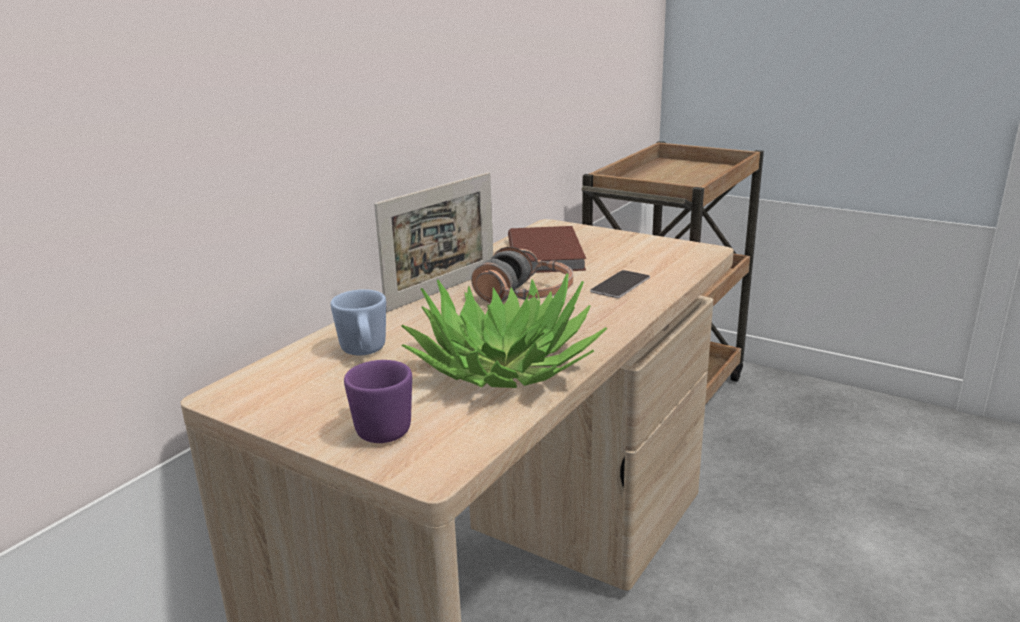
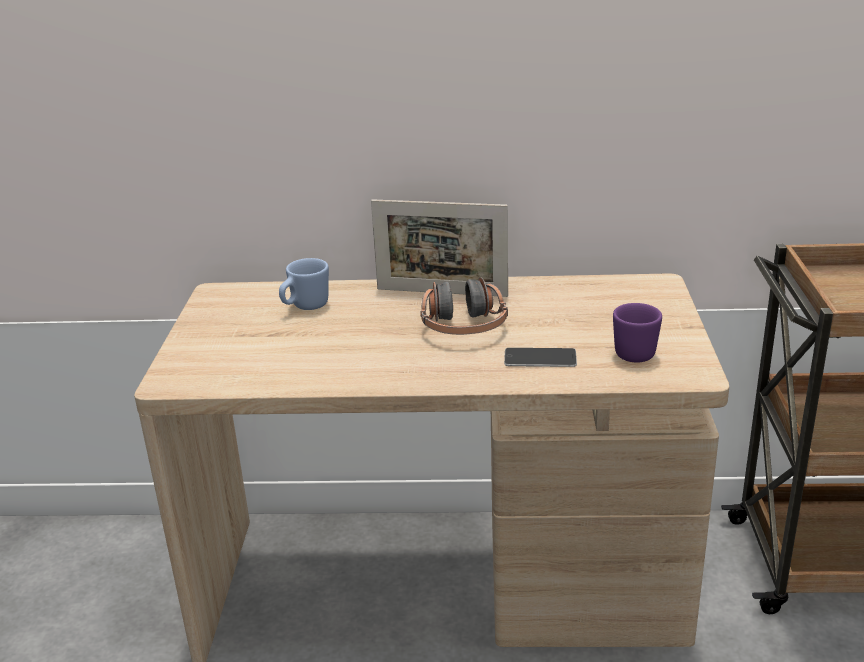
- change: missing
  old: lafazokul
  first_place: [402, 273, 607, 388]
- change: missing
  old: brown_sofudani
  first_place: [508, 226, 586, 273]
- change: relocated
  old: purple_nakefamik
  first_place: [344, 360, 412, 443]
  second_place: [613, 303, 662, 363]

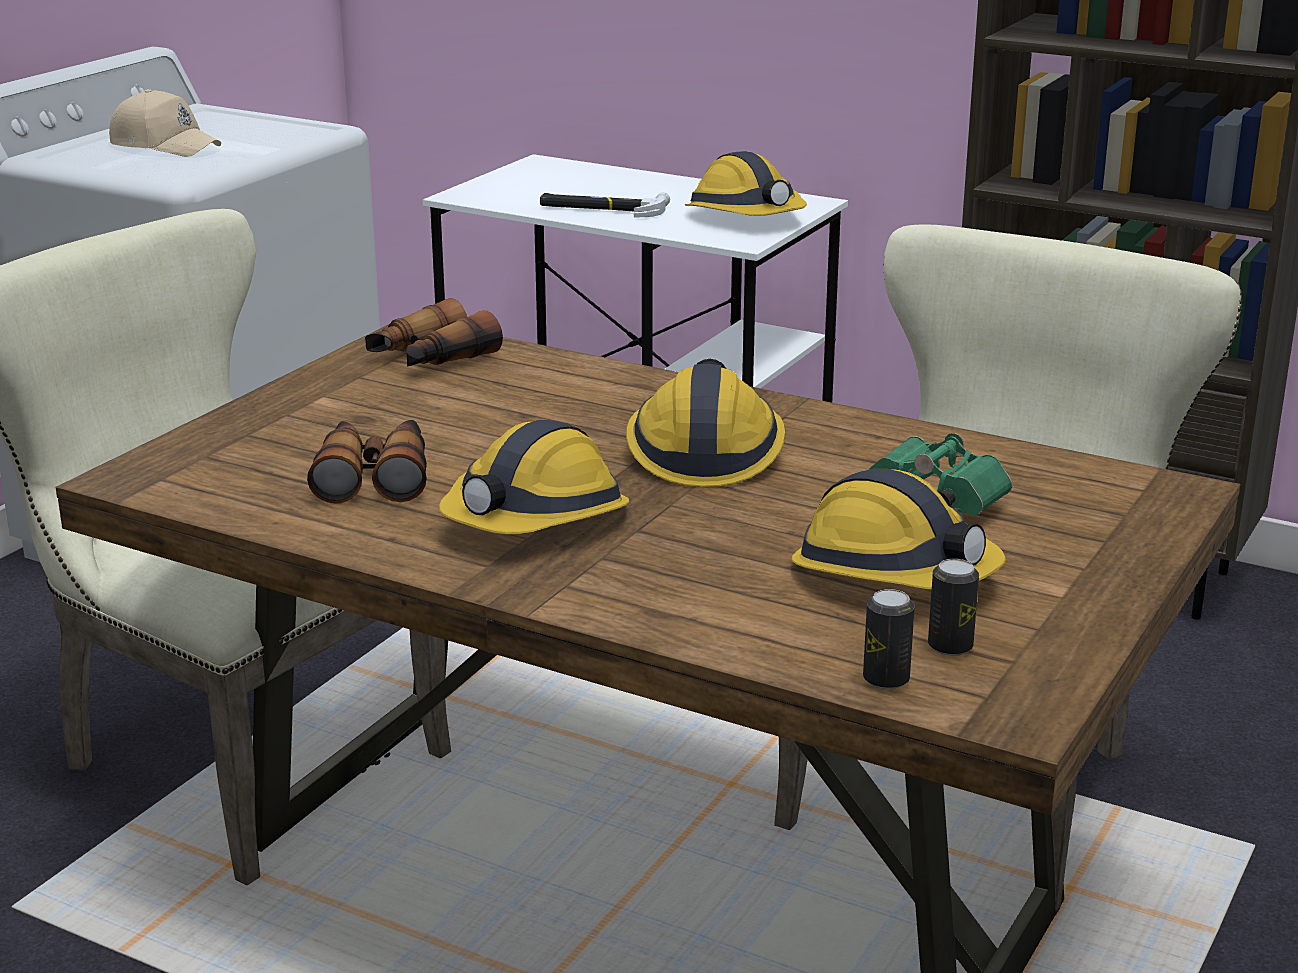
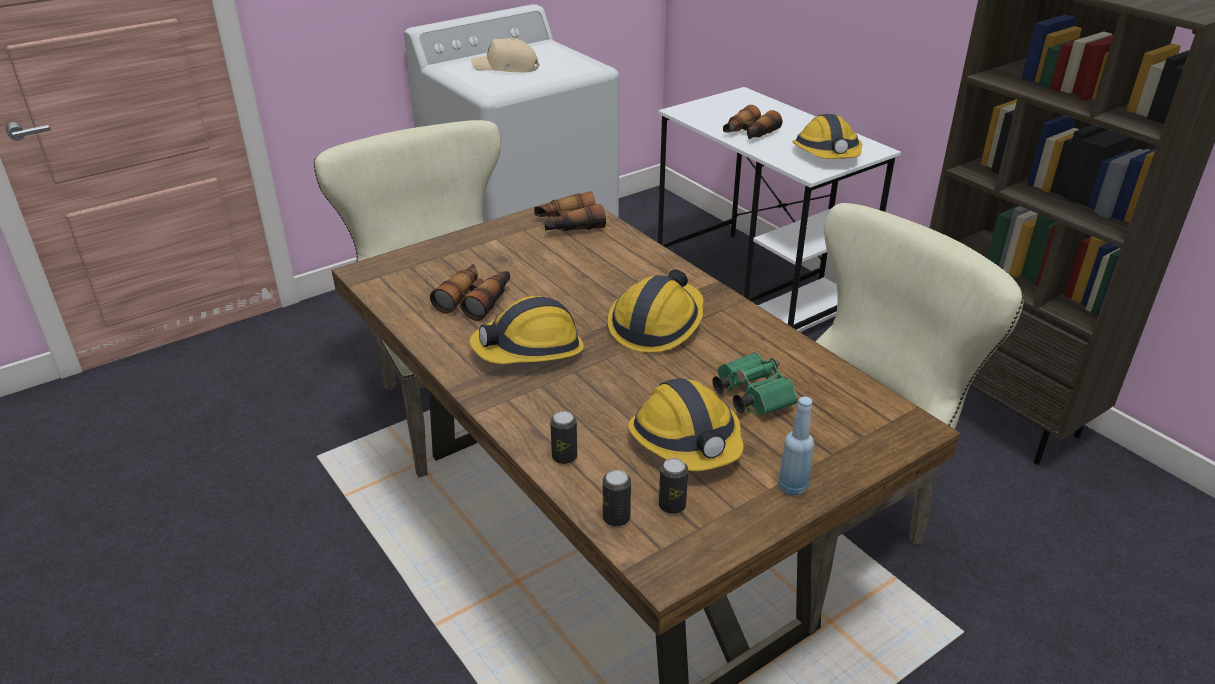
- change: appeared
  new: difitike
  second_place: [550, 411, 577, 464]
- change: appeared
  new: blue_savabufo
  second_place: [778, 397, 814, 496]
- change: exchanged
  old: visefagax
  new: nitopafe
  first_place: [540, 192, 670, 218]
  second_place: [723, 105, 782, 139]
- change: spun
  old: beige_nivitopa
  first_place: [109, 89, 221, 157]
  second_place: [471, 38, 540, 72]
  degrees: 135

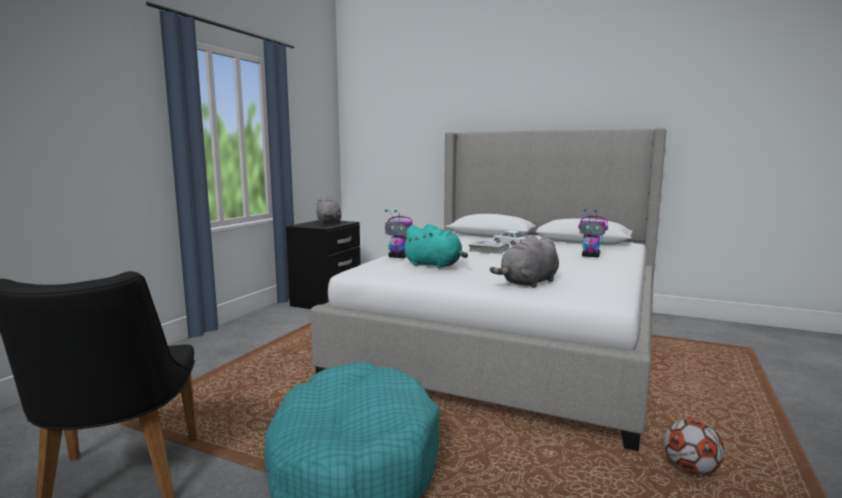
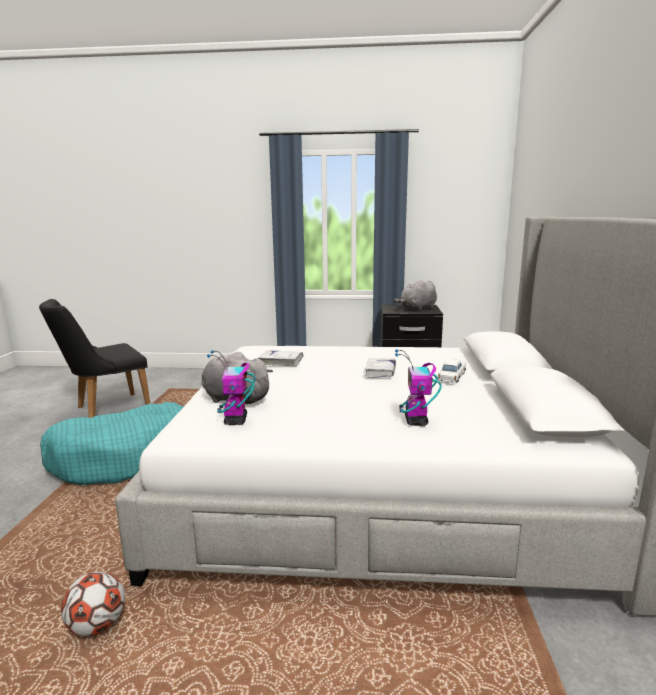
- change: relocated
  old: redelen
  first_place: [385, 210, 412, 258]
  second_place: [207, 350, 255, 425]
- change: exchanged
  old: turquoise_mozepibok
  new: white_sofudani
  first_place: [401, 224, 468, 269]
  second_place: [259, 350, 303, 366]

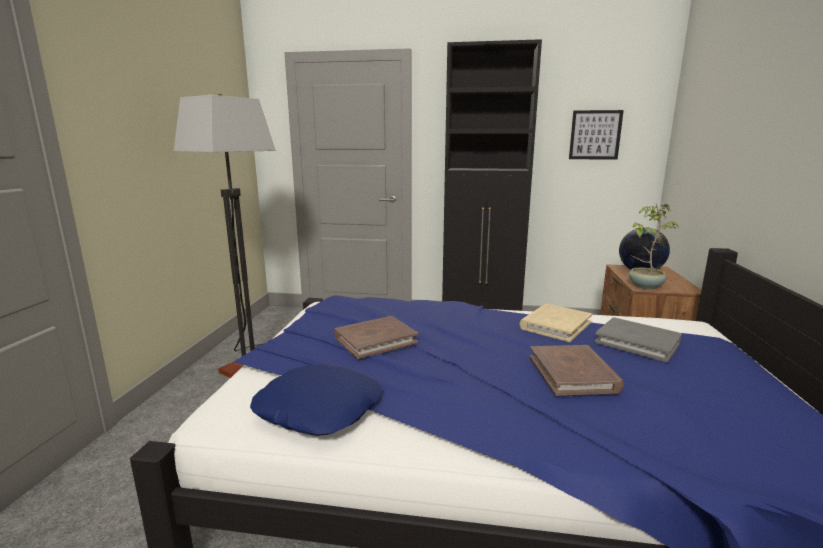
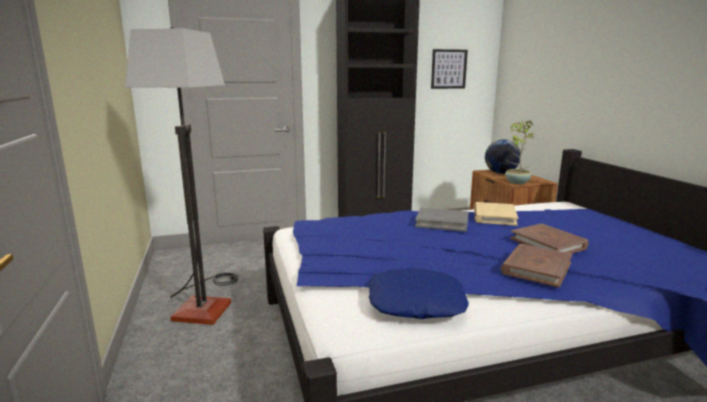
- change: relocated
  old: brown_sofudani
  first_place: [334, 316, 418, 359]
  second_place: [501, 244, 572, 287]
- change: relocated
  old: grey_sofudani
  first_place: [594, 317, 682, 363]
  second_place: [415, 208, 468, 232]

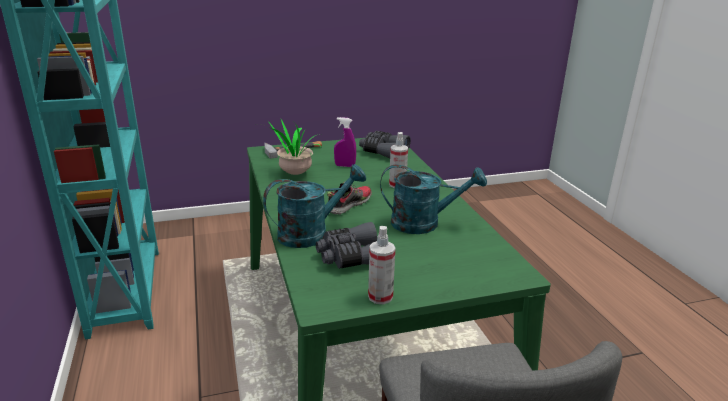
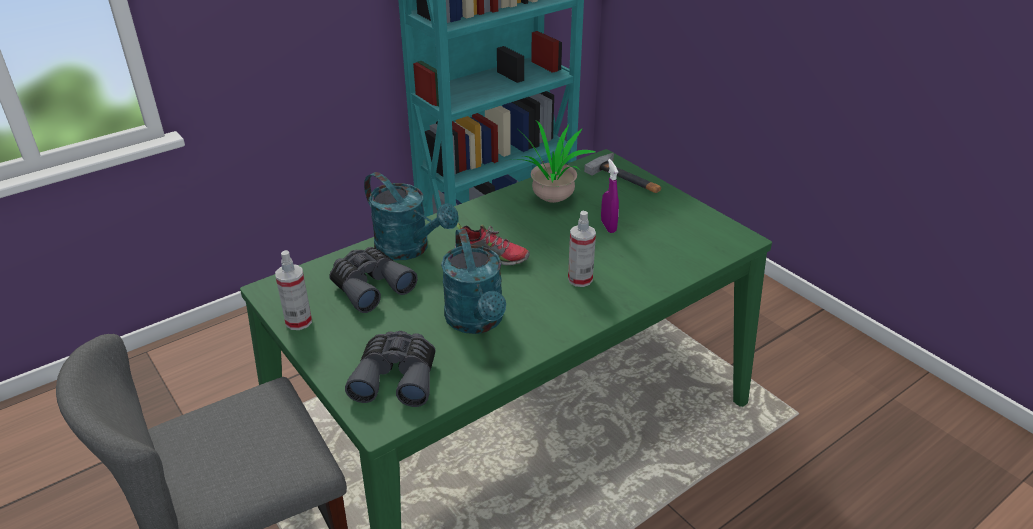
- change: relocated
  old: grey_nitopafe
  first_place: [359, 131, 411, 158]
  second_place: [345, 331, 436, 407]

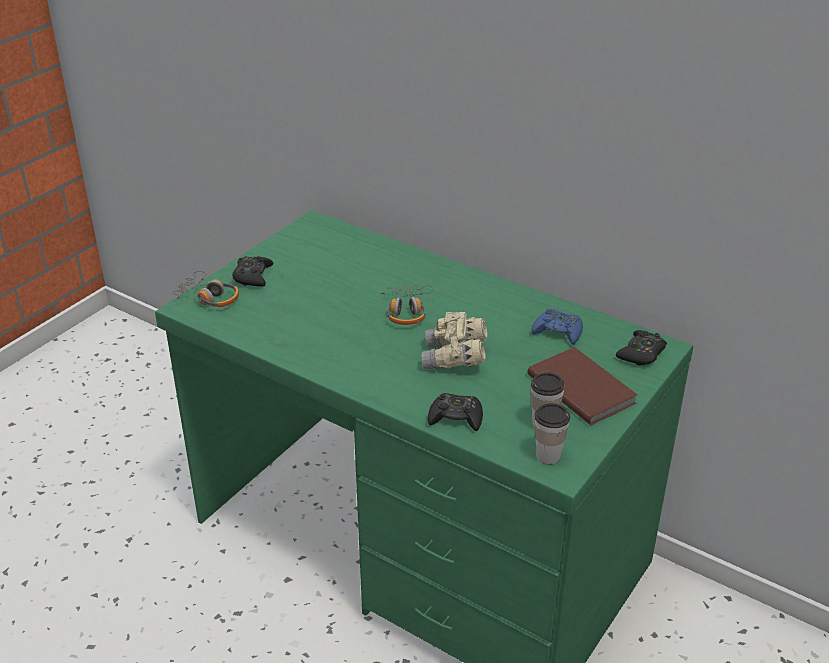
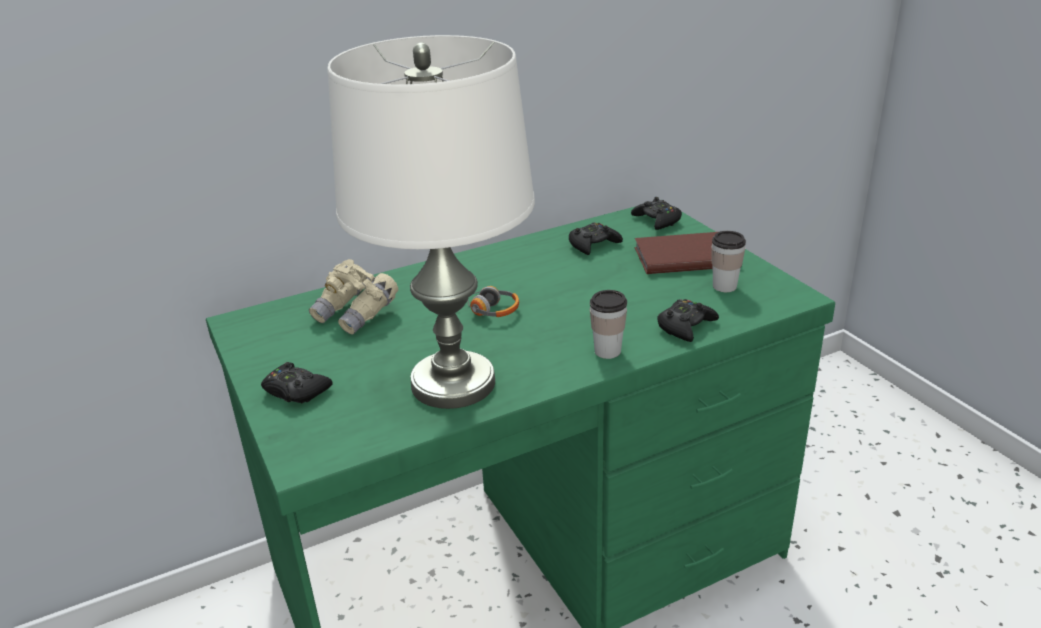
- change: missing
  old: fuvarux
  first_place: [173, 271, 239, 307]
- change: appeared
  new: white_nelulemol
  second_place: [328, 35, 535, 409]
- change: relocated
  old: beige_nitopafe
  first_place: [421, 312, 488, 369]
  second_place: [309, 259, 398, 335]
- change: relocated
  old: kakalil
  first_place: [534, 403, 570, 464]
  second_place: [590, 290, 627, 359]
- change: colour
  old: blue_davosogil
  new: black_davosogil
  first_place: [531, 308, 583, 345]
  second_place: [569, 222, 623, 255]

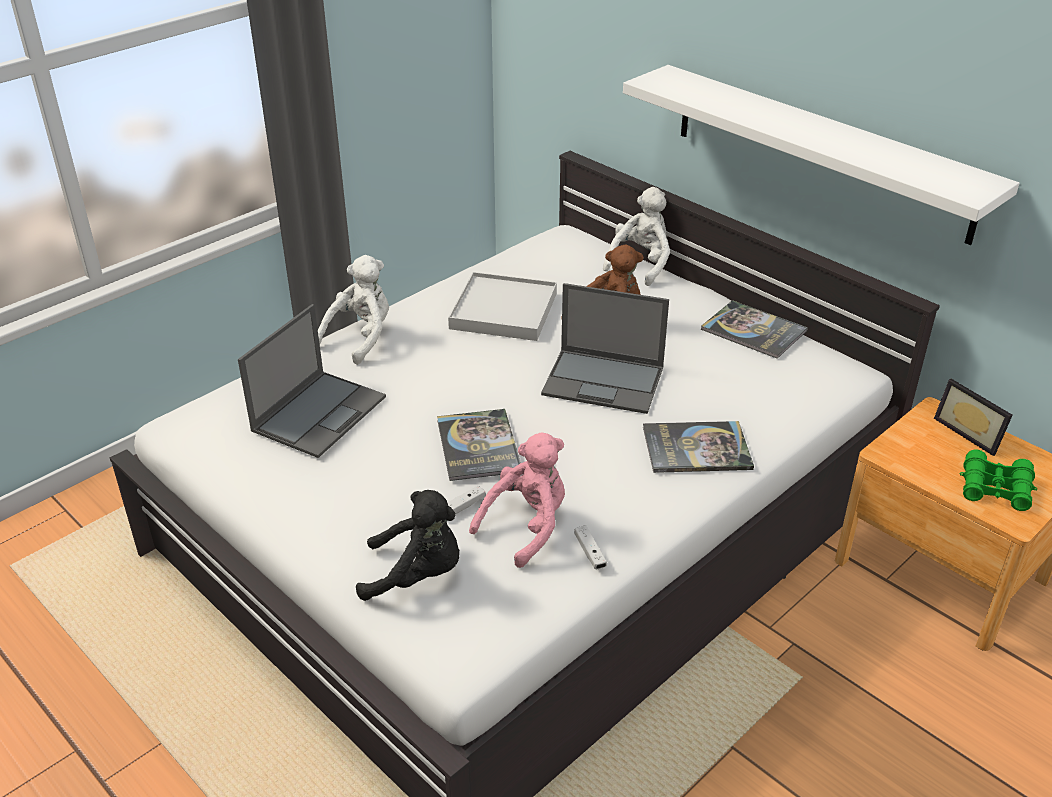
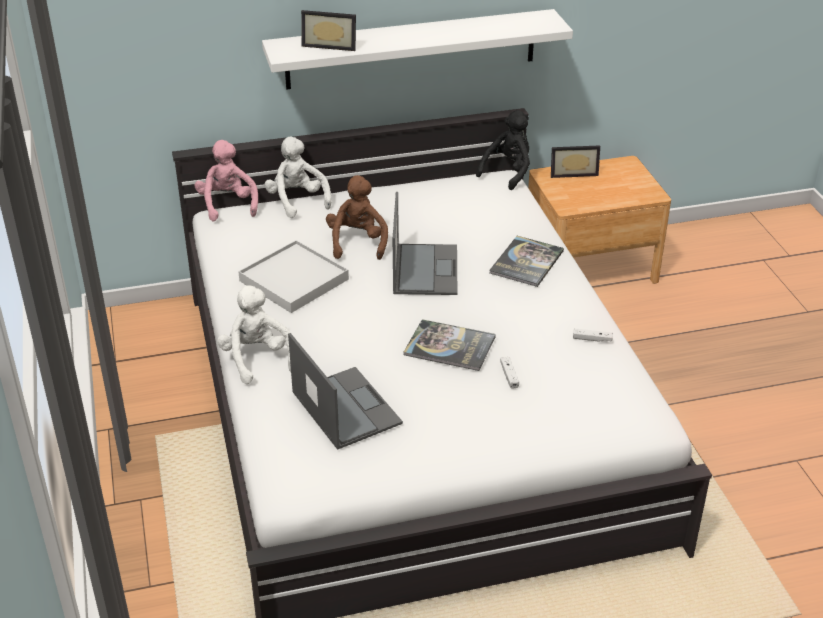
- change: missing
  old: sofudani
  first_place: [701, 300, 808, 359]
- change: missing
  old: green_nitopafe
  first_place: [960, 449, 1037, 511]
- change: appeared
  new: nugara
  second_place: [301, 10, 356, 51]
- change: relocated
  old: black_mozepibok
  first_place: [356, 490, 459, 601]
  second_place: [476, 110, 530, 190]
- change: relocated
  old: pink_mozepibok
  first_place: [469, 432, 565, 568]
  second_place: [194, 140, 258, 222]
- change: spun
  old: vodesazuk
  first_place: [541, 283, 669, 414]
  second_place: [393, 192, 457, 295]
  degrees: -45

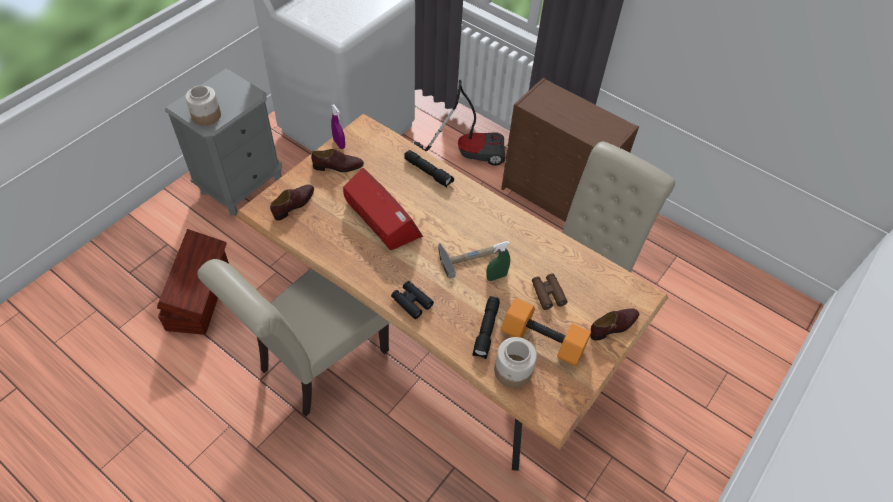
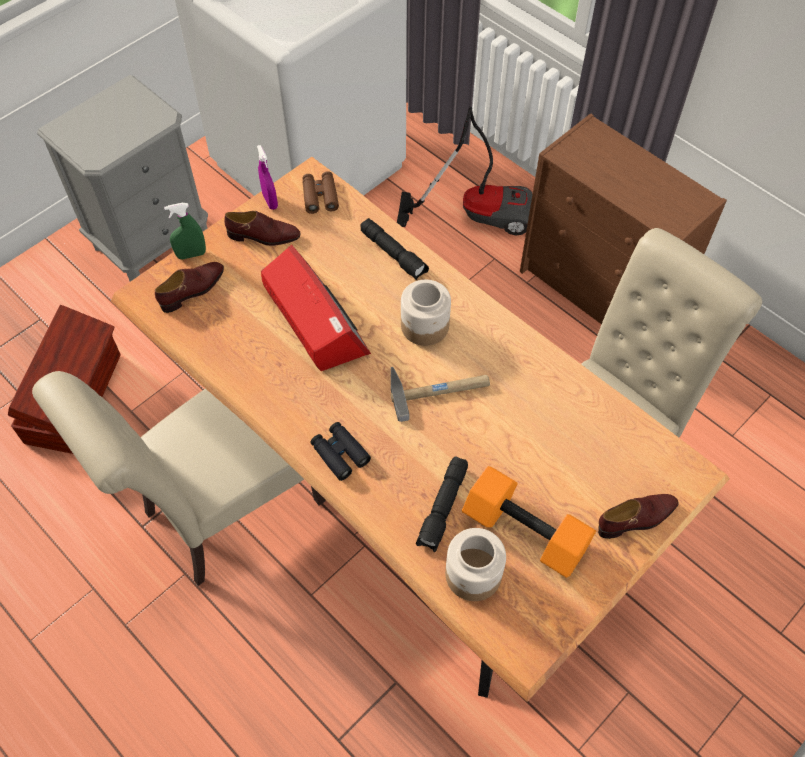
- change: relocated
  old: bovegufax
  first_place: [185, 86, 221, 126]
  second_place: [401, 280, 451, 346]
- change: relocated
  old: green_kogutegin
  first_place: [486, 241, 510, 281]
  second_place: [164, 203, 206, 259]
- change: relocated
  old: brown_nitopafe
  first_place: [532, 273, 568, 310]
  second_place: [302, 171, 339, 214]

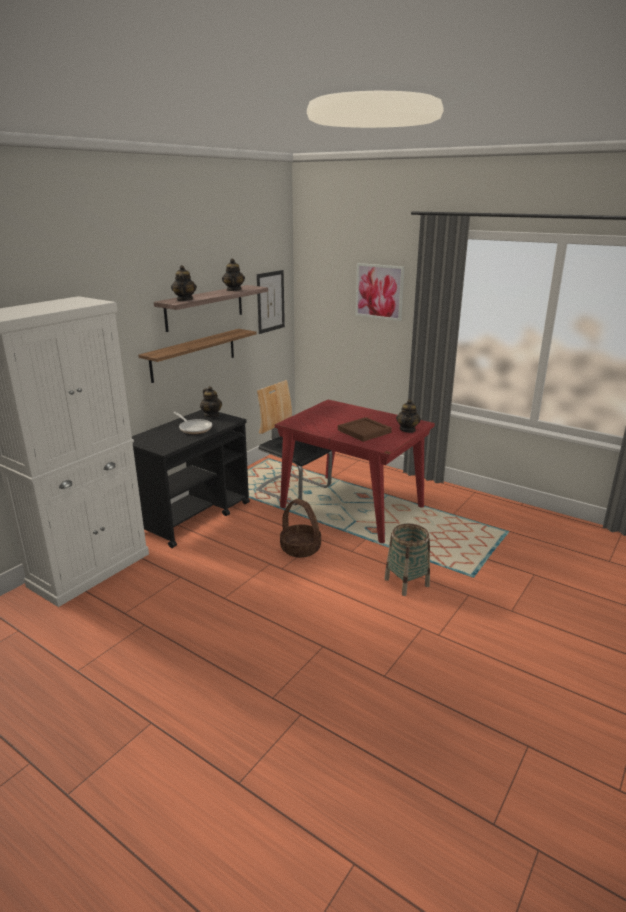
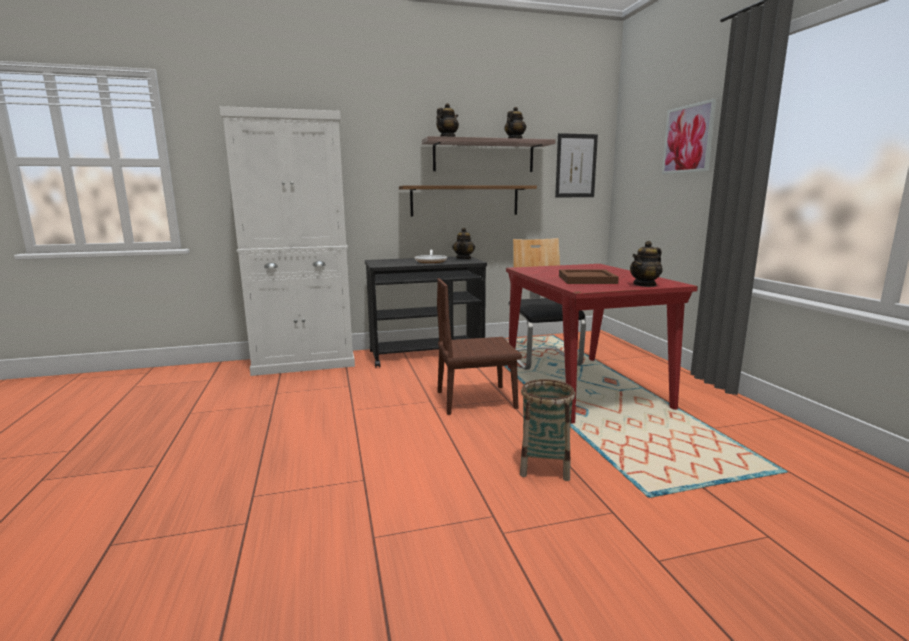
- change: exchanged
  old: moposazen
  new: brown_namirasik
  first_place: [280, 499, 321, 558]
  second_place: [437, 278, 522, 415]

